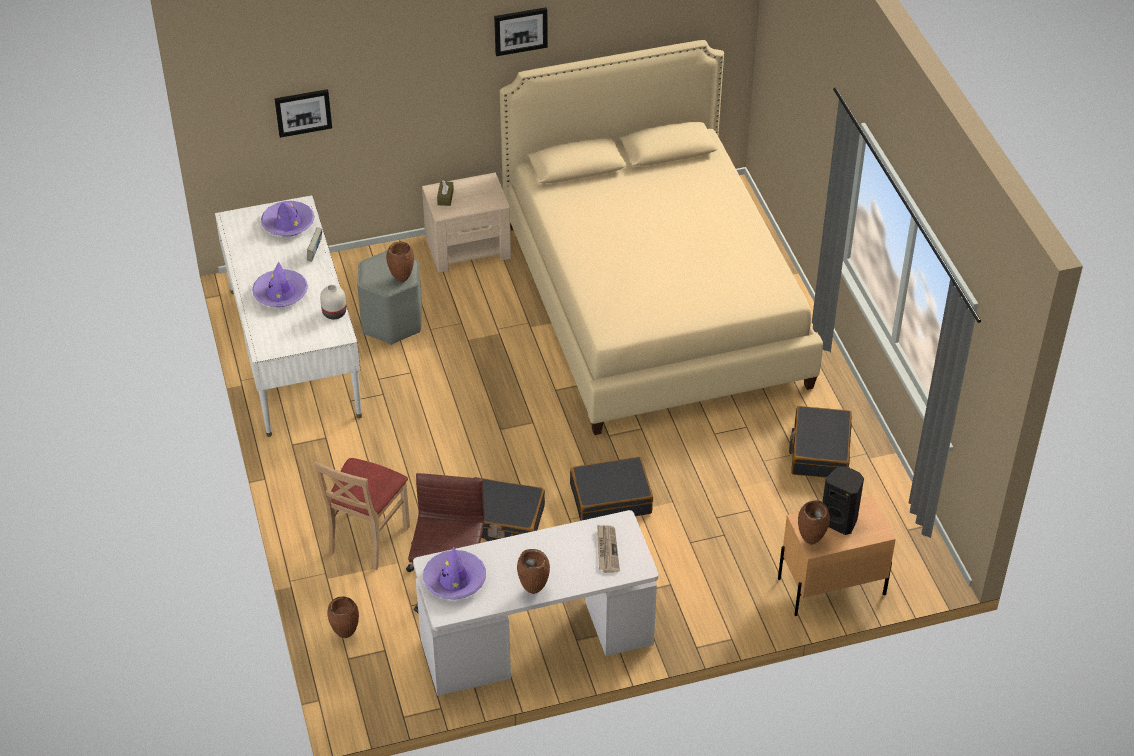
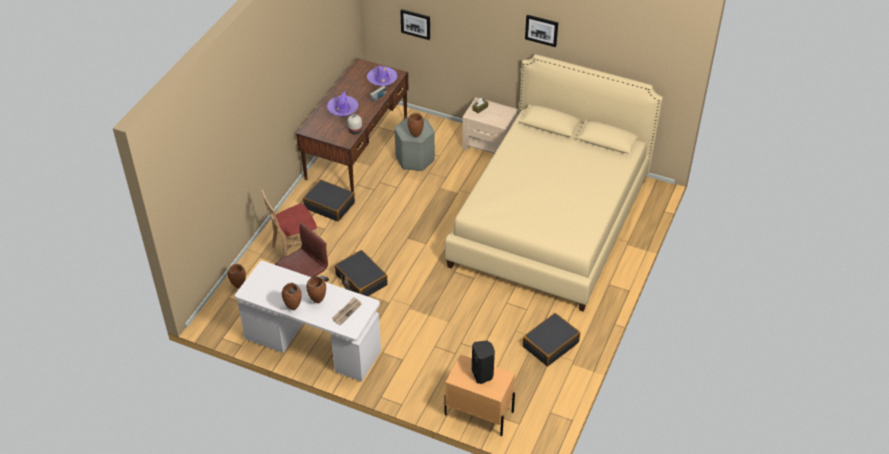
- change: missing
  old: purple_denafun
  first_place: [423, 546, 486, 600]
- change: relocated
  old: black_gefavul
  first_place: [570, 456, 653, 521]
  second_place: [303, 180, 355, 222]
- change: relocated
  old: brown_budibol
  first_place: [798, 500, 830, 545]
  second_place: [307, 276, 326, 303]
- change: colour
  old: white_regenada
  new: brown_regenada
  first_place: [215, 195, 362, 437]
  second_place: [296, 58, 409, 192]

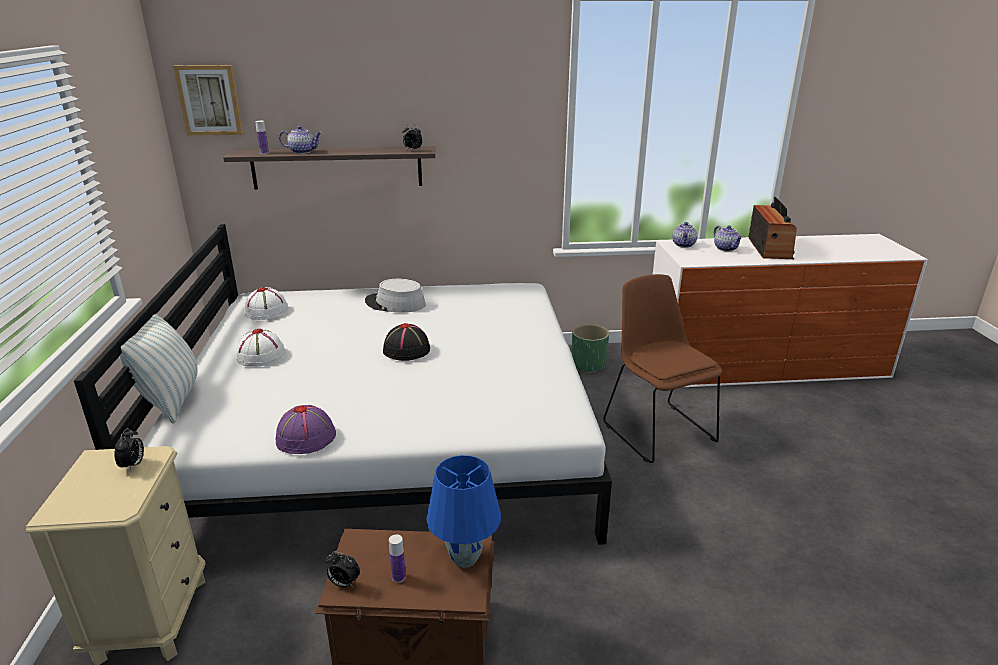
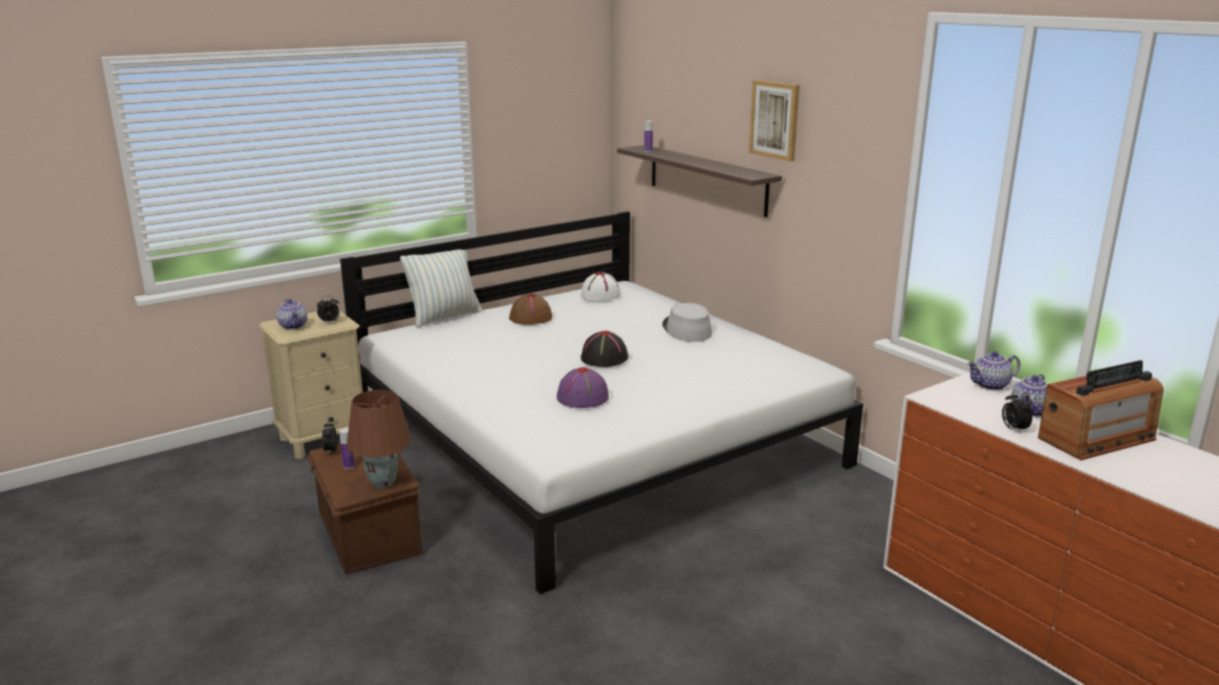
- change: missing
  old: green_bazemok
  first_place: [572, 324, 609, 373]
- change: missing
  old: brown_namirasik
  first_place: [603, 274, 722, 463]
- change: relocated
  old: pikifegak
  first_place: [173, 65, 243, 136]
  second_place: [749, 80, 800, 161]
- change: relocated
  old: purple_denafun
  first_place: [275, 405, 336, 454]
  second_place: [557, 367, 609, 408]
- change: relocated
  old: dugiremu
  first_place: [279, 126, 321, 154]
  second_place: [276, 299, 307, 330]
- change: relocated
  old: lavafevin
  first_place: [402, 124, 423, 151]
  second_place: [1002, 391, 1032, 434]
- change: colour
  old: white_denafun
  new: brown_denafun
  first_place: [236, 329, 285, 367]
  second_place: [509, 294, 552, 325]
- change: colour
  old: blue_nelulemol
  new: brown_nelulemol
  first_place: [426, 455, 501, 568]
  second_place: [347, 390, 411, 489]

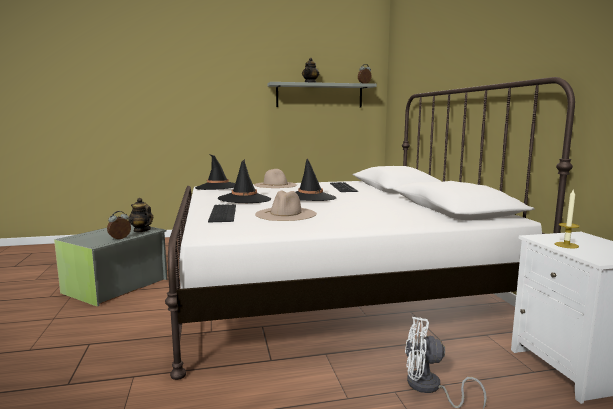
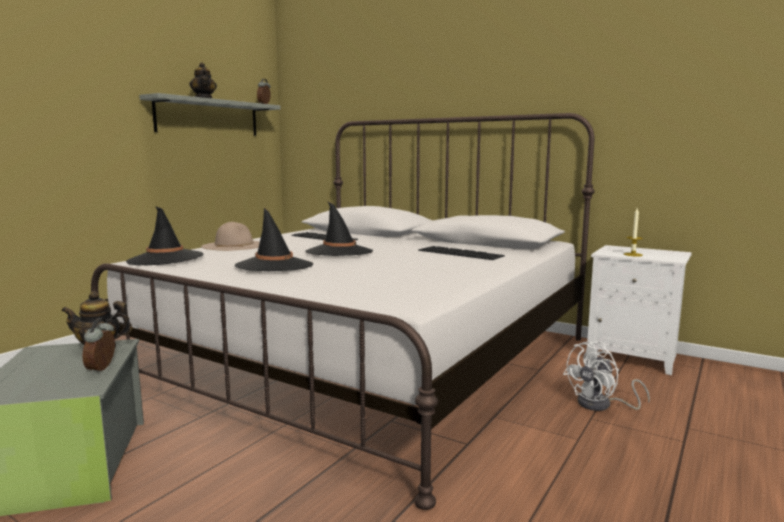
- change: missing
  old: beige_denafun
  first_place: [255, 191, 317, 221]
- change: relocated
  old: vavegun
  first_place: [208, 204, 236, 223]
  second_place: [418, 246, 505, 260]

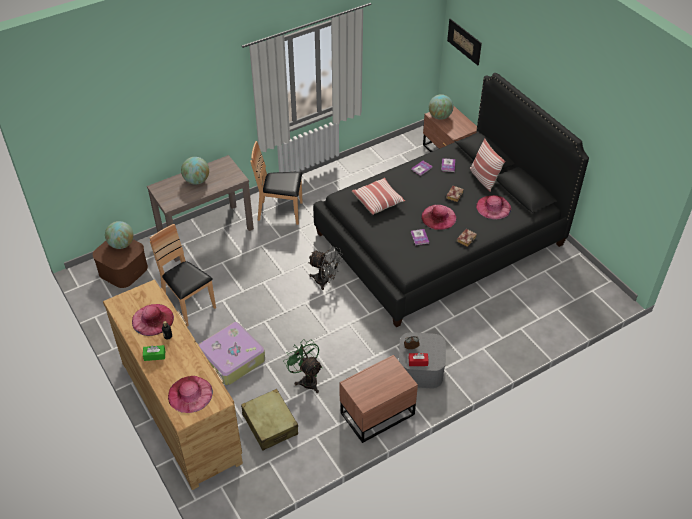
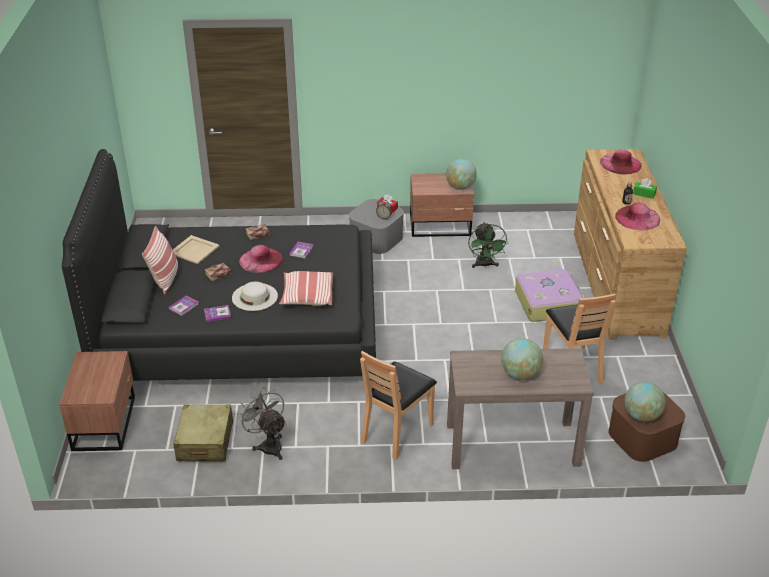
- change: missing
  old: pikifegak
  first_place: [447, 19, 482, 65]
- change: appeared
  new: white_denafun
  second_place: [232, 282, 278, 311]
- change: relocated
  old: beige_gefavul
  first_place: [241, 389, 298, 451]
  second_place: [173, 405, 233, 461]
- change: relocated
  old: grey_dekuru
  first_place: [308, 246, 343, 290]
  second_place: [237, 387, 286, 460]
- change: relocated
  old: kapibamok
  first_place: [429, 94, 453, 120]
  second_place: [446, 159, 477, 190]
- change: exchanged
  old: pink_denafun
  new: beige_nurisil
  first_place: [476, 195, 512, 220]
  second_place: [173, 235, 220, 264]
- change: spun
  old: brown_namirasik
  first_place: [251, 141, 303, 225]
  second_place: [360, 351, 437, 460]
  degrees: 90

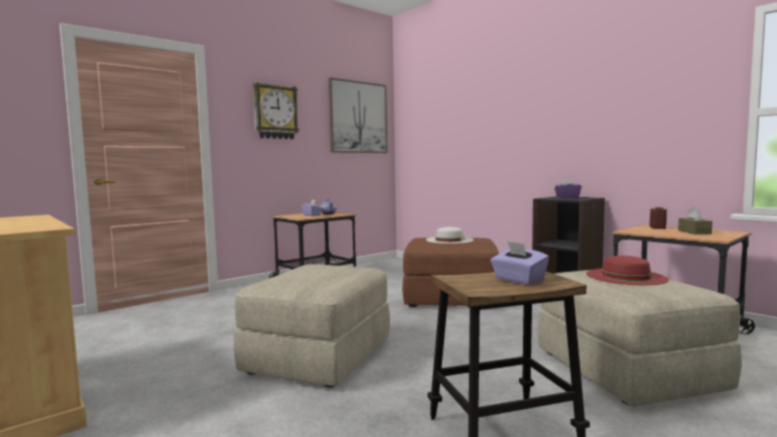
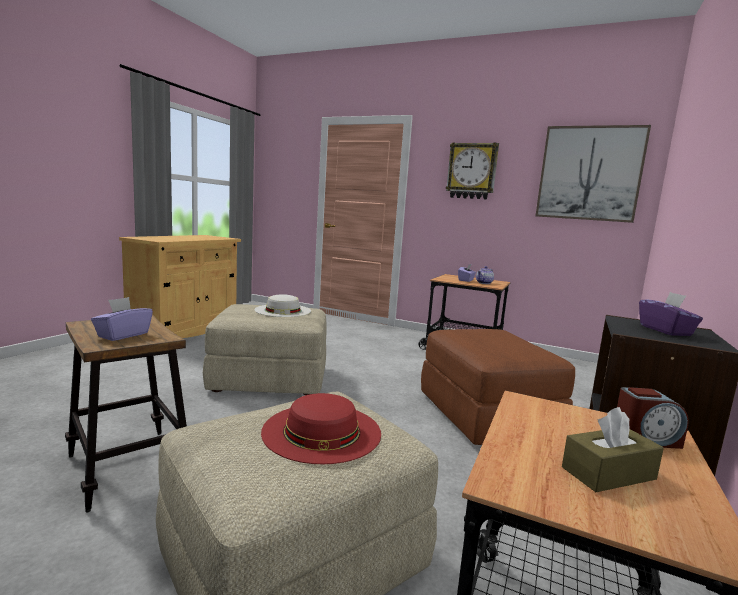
- change: relocated
  old: white_denafun
  first_place: [426, 227, 473, 244]
  second_place: [254, 294, 311, 317]

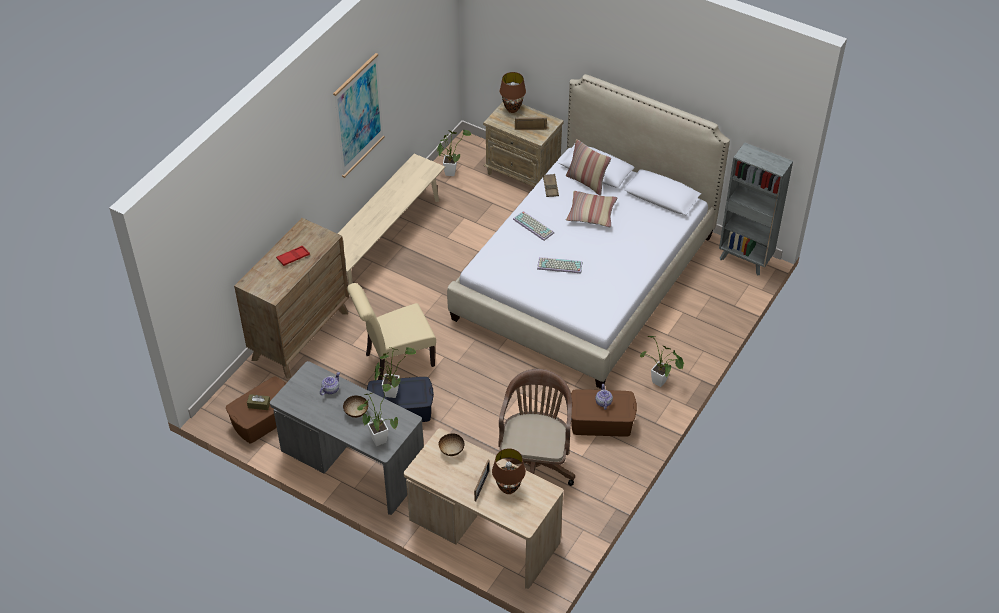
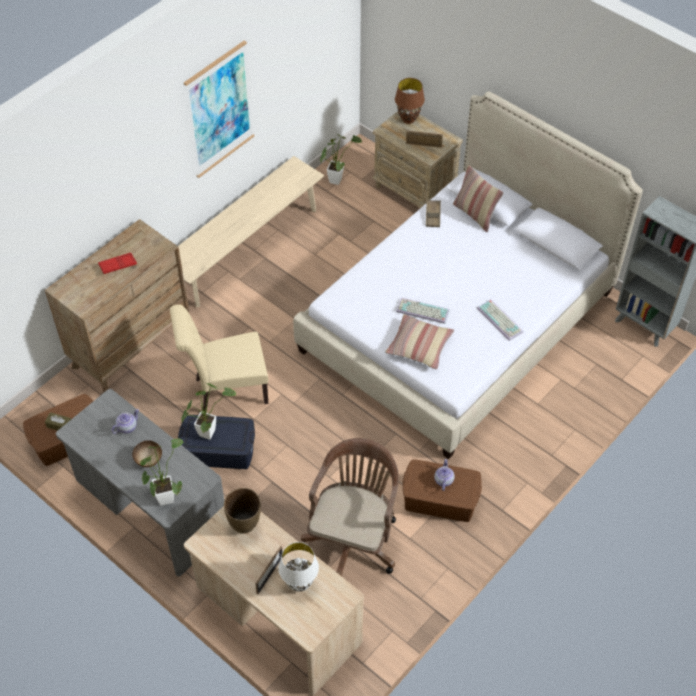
- change: missing
  old: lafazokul
  first_place: [640, 336, 684, 387]
- change: relocated
  old: vavegun
  first_place: [513, 211, 554, 241]
  second_place: [477, 299, 523, 341]
- change: relocated
  old: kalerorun
  first_place: [566, 191, 617, 227]
  second_place: [385, 314, 454, 370]
- change: exchanged
  old: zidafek
  new: brown_budibol
  first_place: [439, 433, 464, 456]
  second_place: [224, 488, 261, 533]
- change: colour
  old: brown_nelulemol
  new: white_nelulemol
  first_place: [492, 448, 526, 494]
  second_place: [279, 542, 319, 592]

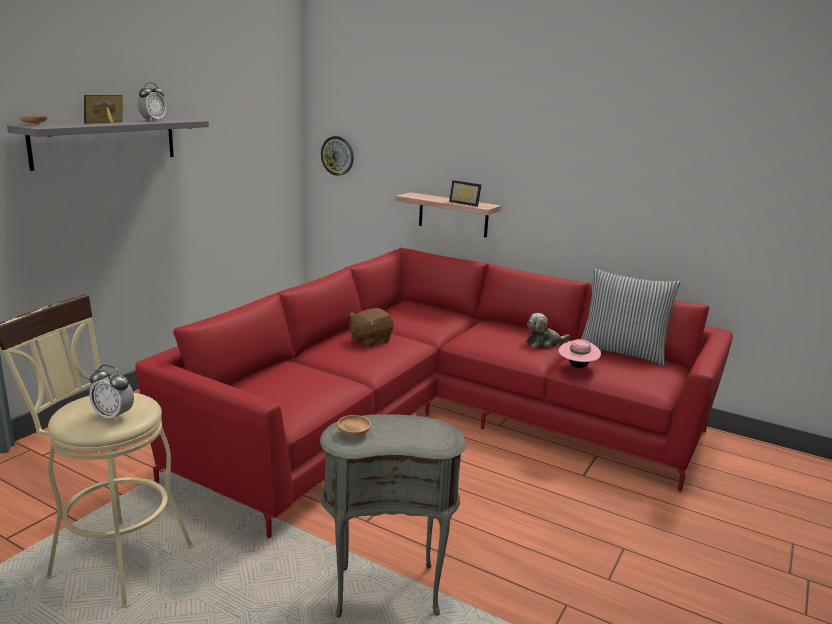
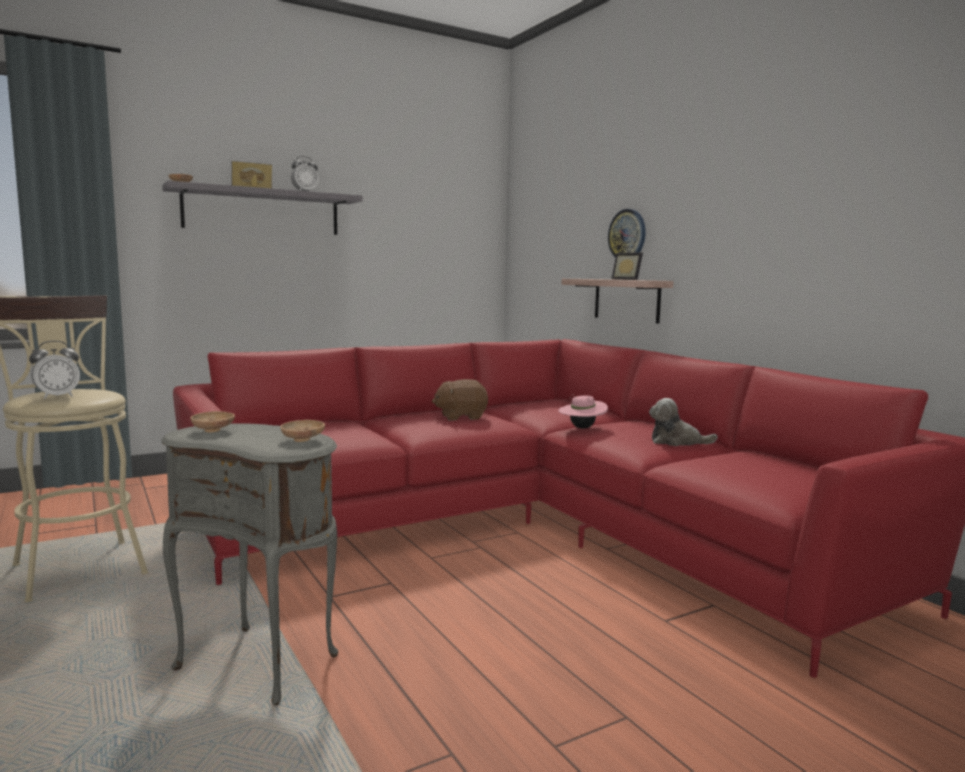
- change: missing
  old: kalerorun
  first_place: [581, 269, 681, 366]
- change: appeared
  new: brown_zidafek
  second_place: [280, 420, 325, 442]
- change: relocated
  old: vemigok
  first_place: [321, 136, 354, 176]
  second_place: [608, 209, 646, 258]
- change: relocated
  old: pink_denafun
  first_place: [558, 339, 601, 368]
  second_place: [558, 394, 608, 429]
- change: spun
  old: lavafevin
  first_place: [89, 365, 134, 422]
  second_place: [29, 341, 80, 399]
  degrees: -90

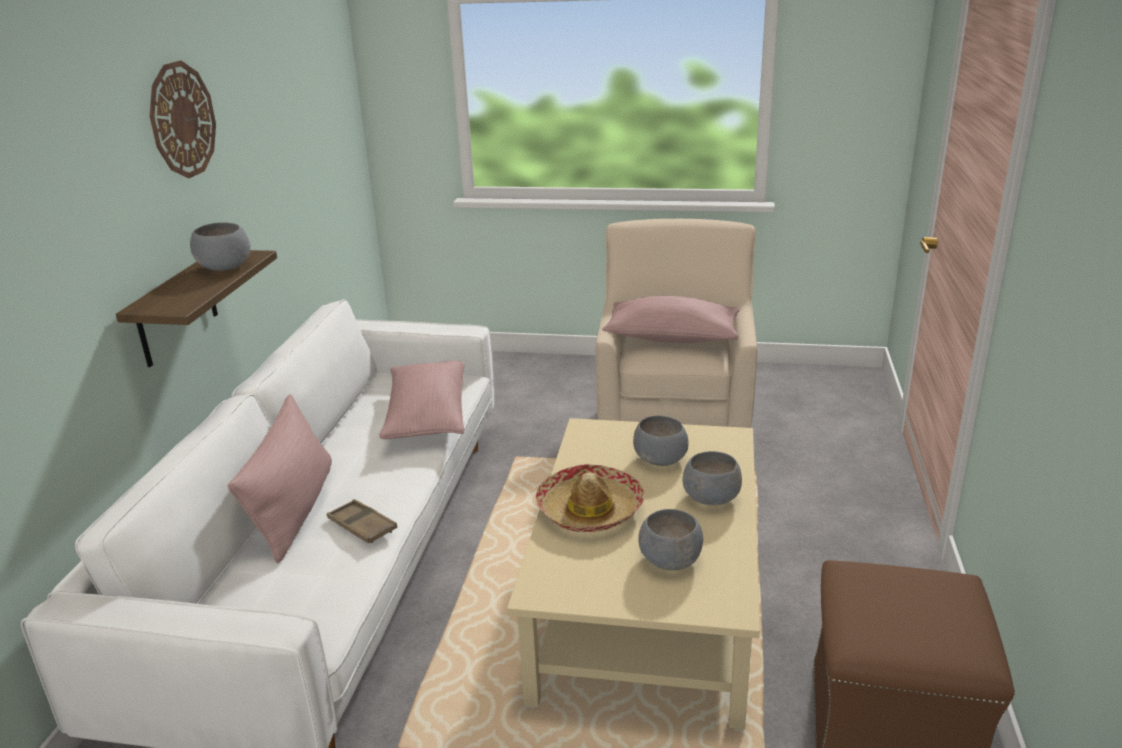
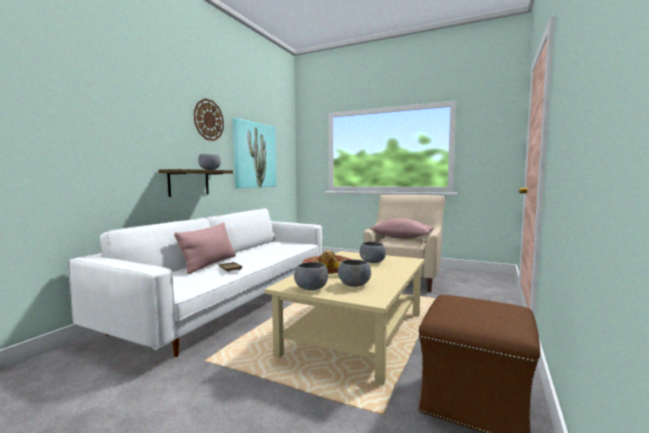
- change: missing
  old: pink_kalerorun
  first_place: [379, 360, 464, 439]
- change: appeared
  new: pikifegak
  second_place: [233, 118, 277, 188]
- change: relocated
  old: grey_zidafek
  first_place: [682, 451, 742, 505]
  second_place: [294, 262, 328, 290]

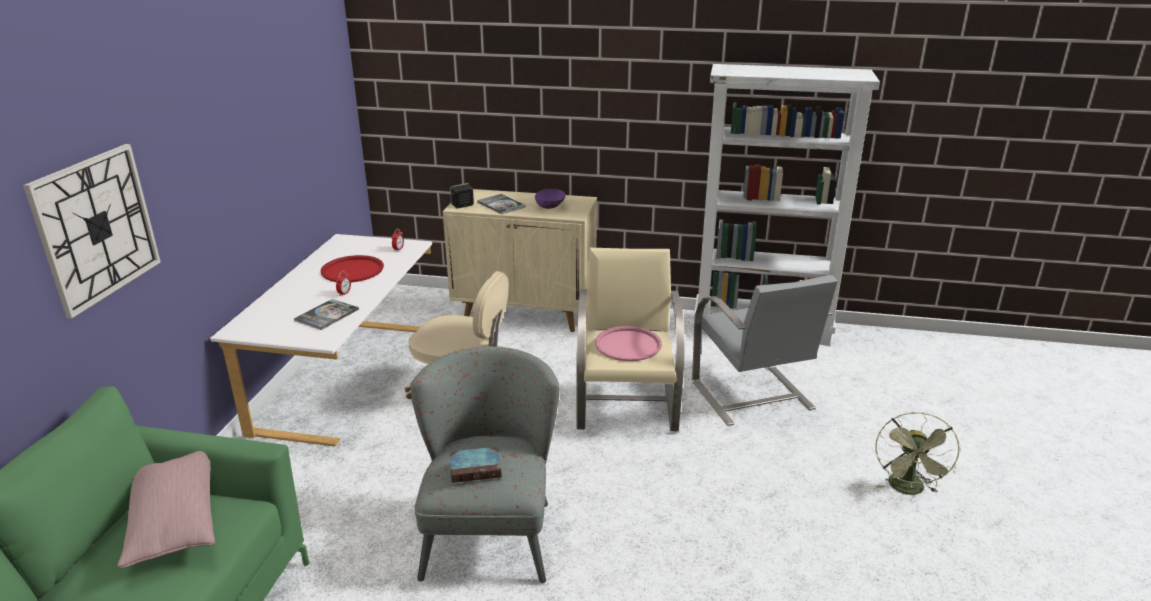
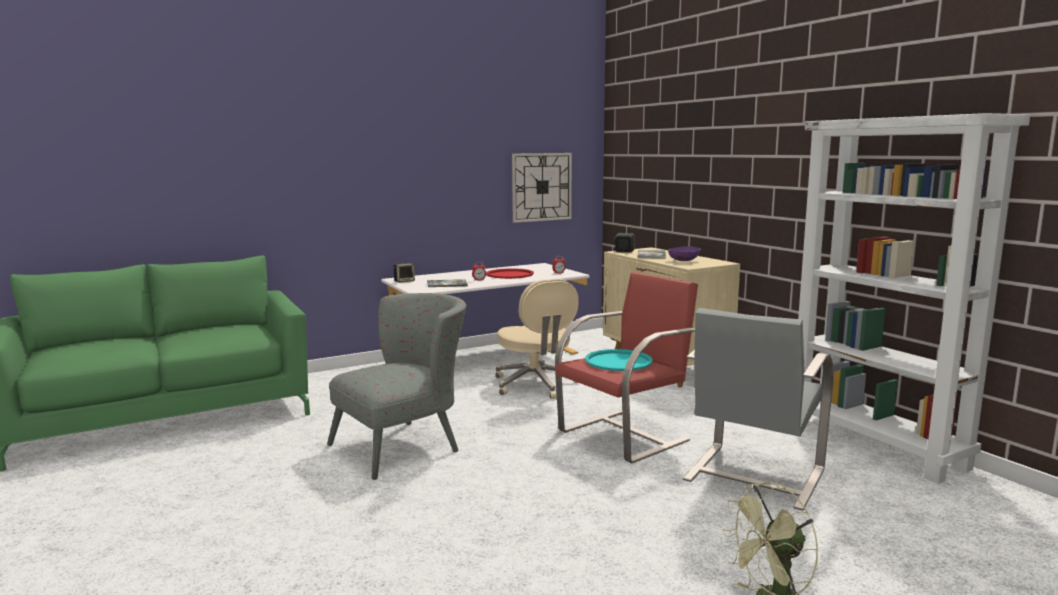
- change: missing
  old: pink_kalerorun
  first_place: [118, 451, 215, 568]
- change: missing
  old: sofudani
  first_place: [450, 446, 502, 483]
- change: appeared
  new: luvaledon
  second_place: [393, 263, 415, 283]
- change: relocated
  old: vemigok
  first_place: [23, 144, 161, 318]
  second_place: [512, 153, 572, 223]
- change: colour
  old: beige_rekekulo
  new: red_rekekulo
  first_place: [576, 248, 685, 431]
  second_place: [555, 272, 698, 464]
- change: colour
  old: pink_nurisil
  new: turquoise_nurisil
  first_place: [595, 326, 662, 361]
  second_place: [585, 349, 653, 371]

